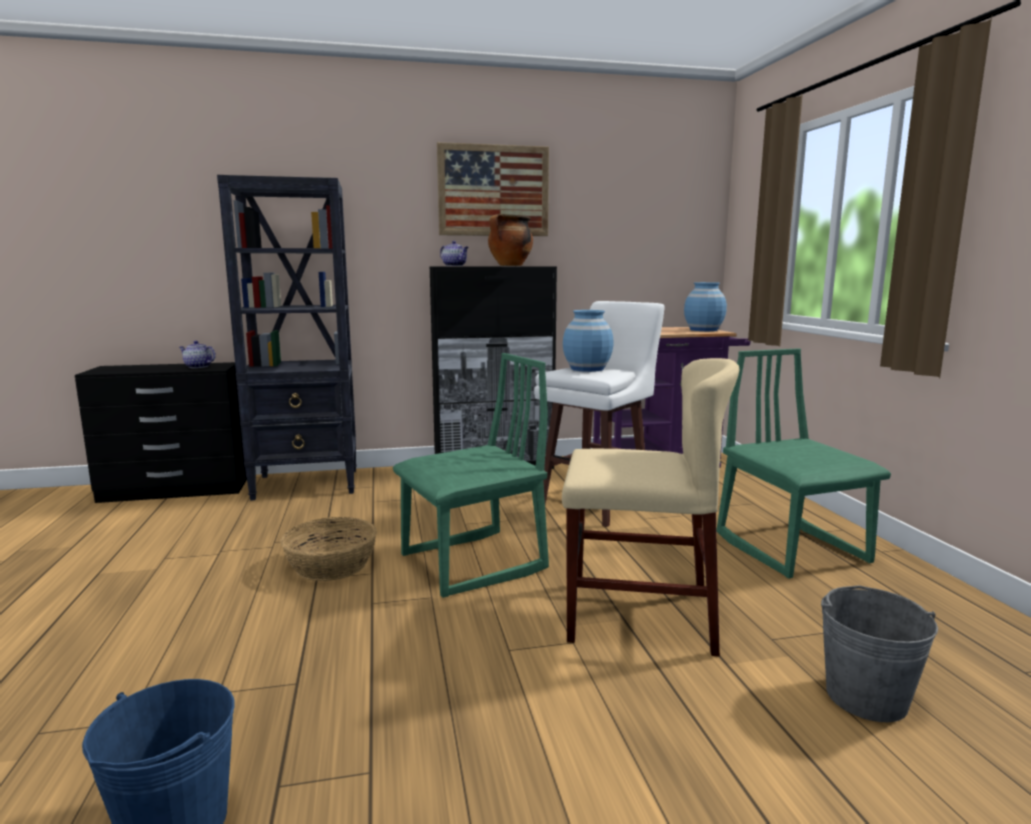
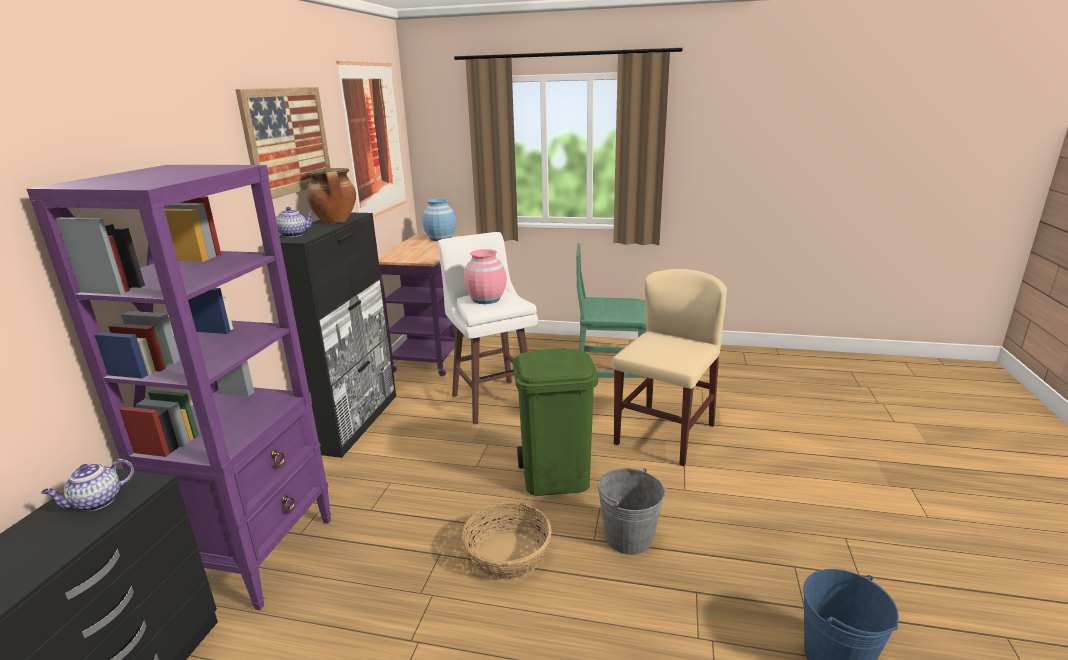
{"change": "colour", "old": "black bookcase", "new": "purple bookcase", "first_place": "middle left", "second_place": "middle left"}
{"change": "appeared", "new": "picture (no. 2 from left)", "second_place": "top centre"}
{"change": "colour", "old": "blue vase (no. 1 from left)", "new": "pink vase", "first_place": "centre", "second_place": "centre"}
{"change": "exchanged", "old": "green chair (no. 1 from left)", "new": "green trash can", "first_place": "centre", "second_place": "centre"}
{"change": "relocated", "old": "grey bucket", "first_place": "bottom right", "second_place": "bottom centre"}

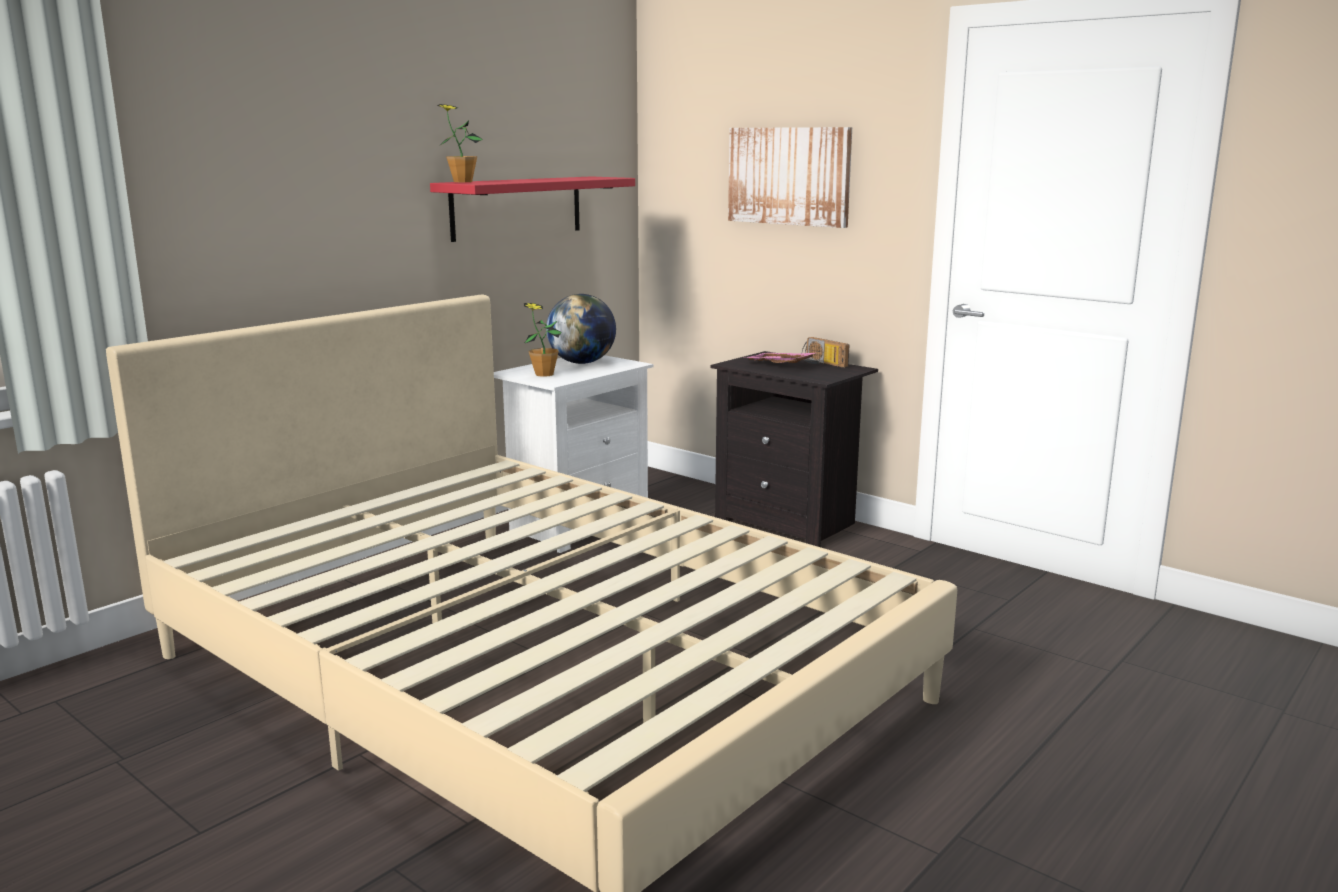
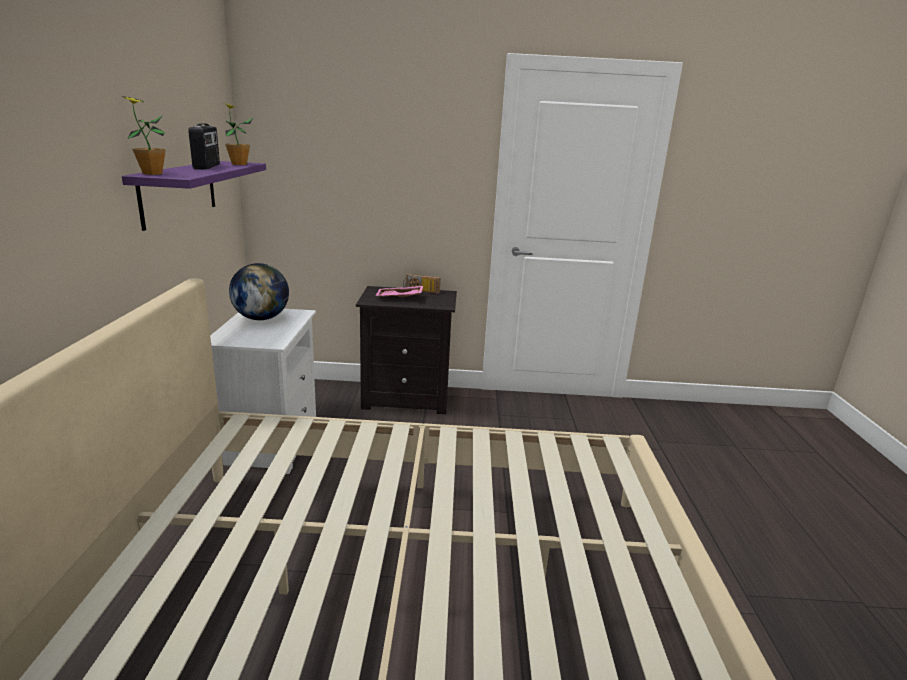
{"change": "colour", "old": "red shelf", "new": "purple shelf", "first_place": "top centre", "second_place": "top left"}
{"change": "appeared", "new": "radio (no. 1 from left)", "second_place": "top left"}
{"change": "relocated", "old": "potted plant (no. 2 from left)", "first_place": "centre", "second_place": "top left"}
{"change": "missing", "old": "picture", "first_place": "top centre"}

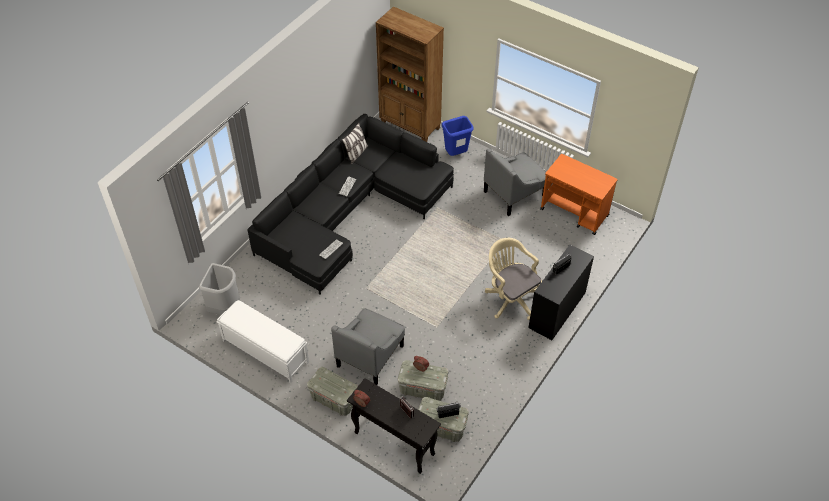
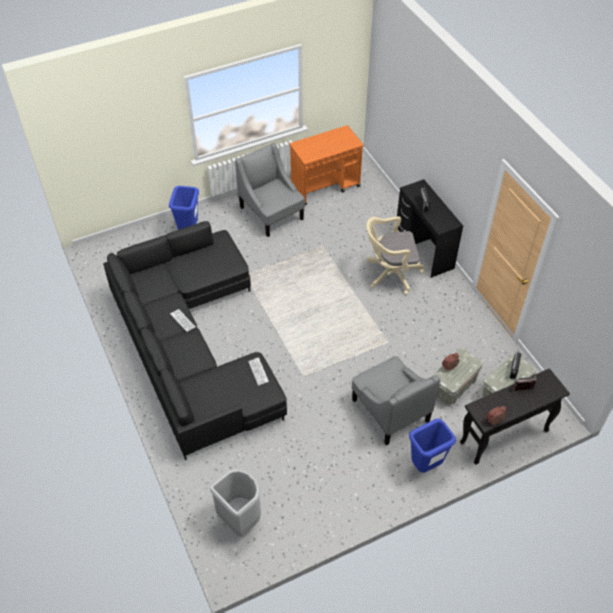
{"change": "spun", "old": "grey armchair (no. 2 from left in the first image)", "first_place": "centre", "second_place": "top centre", "degrees": 150}
{"change": "exchanged", "old": "grey storage box (no. 1 from left)", "new": "blue trash can (no. 2 from left)", "first_place": "bottom centre", "second_place": "bottom right"}
{"change": "missing", "old": "white bench", "first_place": "bottom left"}
{"change": "missing", "old": "pillow", "first_place": "top centre"}
{"change": "missing", "old": "brown bookcase", "first_place": "top centre"}

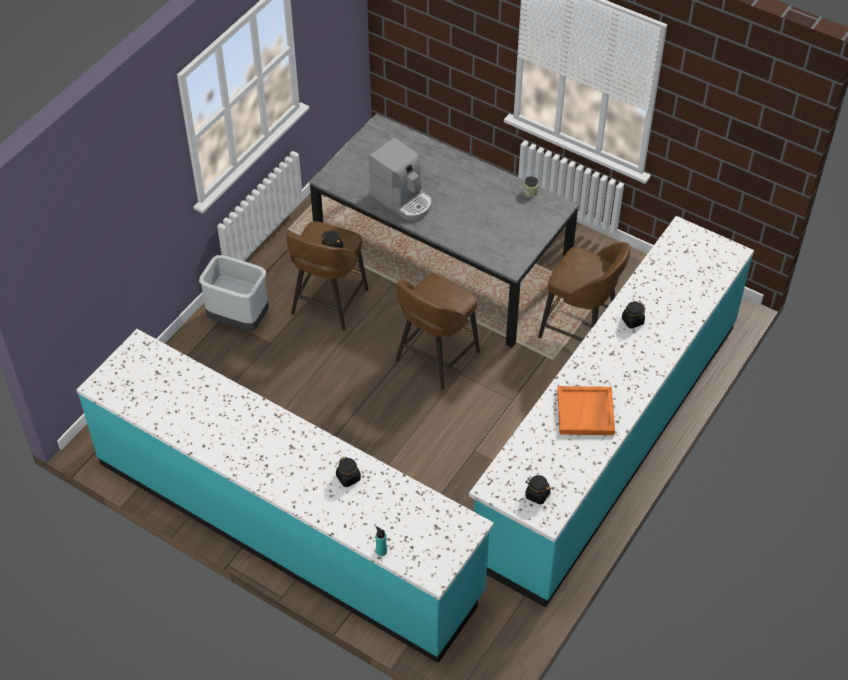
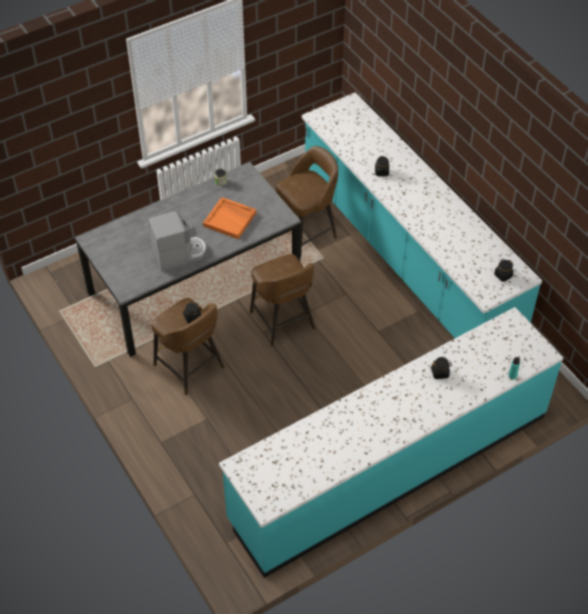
{"change": "relocated", "old": "orange tray", "first_place": "middle right", "second_place": "centre"}
{"change": "missing", "old": "grey trash can", "first_place": "middle left"}

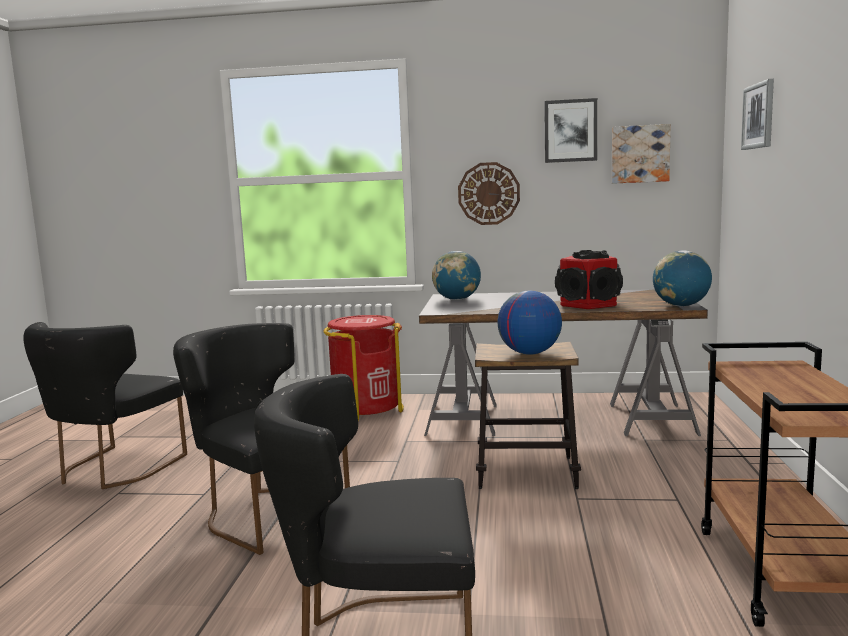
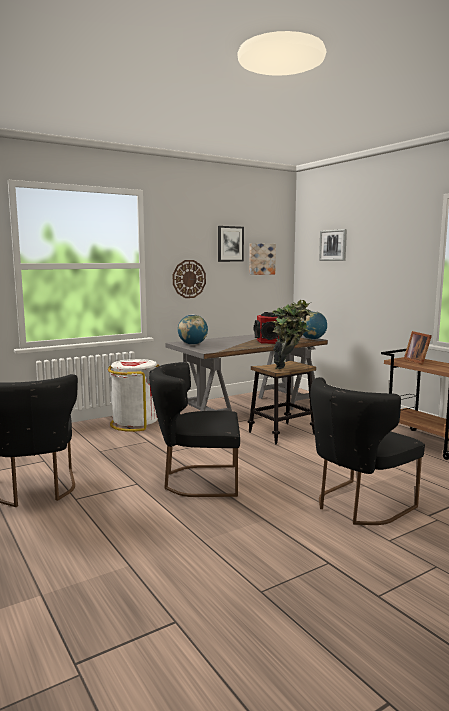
{"change": "colour", "old": "red trash can", "new": "white trash can", "first_place": "centre", "second_place": "middle left"}
{"change": "exchanged", "old": "globe (no. 2 from left)", "new": "potted plant", "first_place": "centre", "second_place": "centre"}
{"change": "appeared", "new": "picture frame", "second_place": "middle right"}

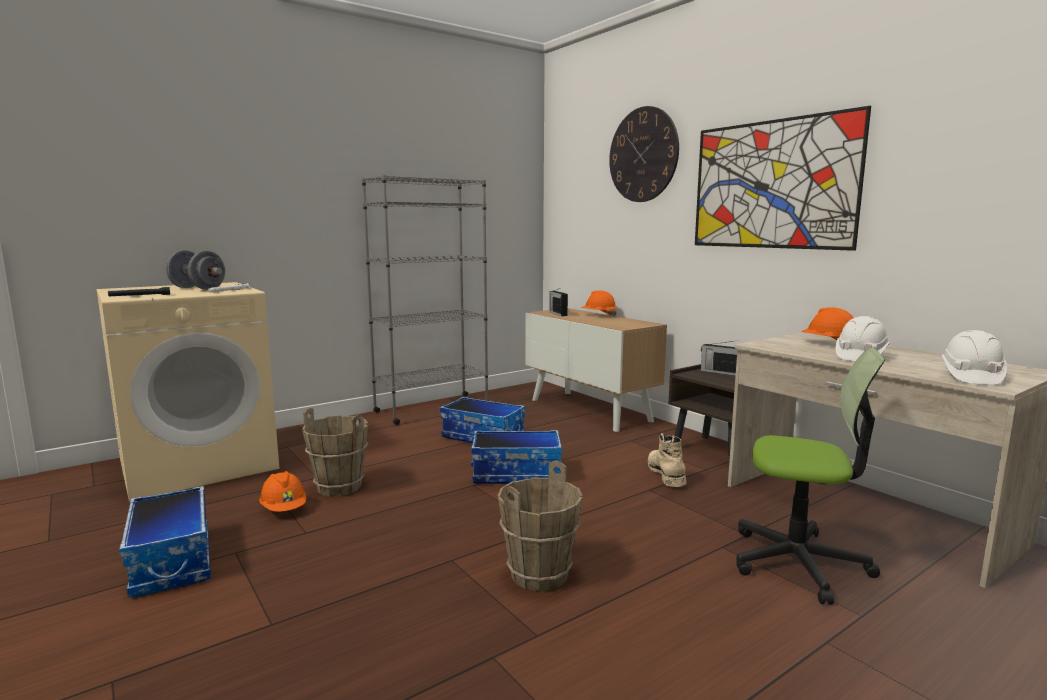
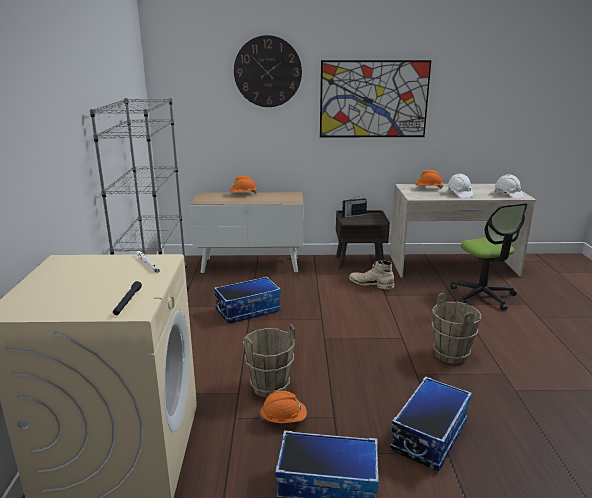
{"change": "relocated", "old": "storage box (no. 3 from left)", "first_place": "centre", "second_place": "bottom right"}
{"change": "spun", "old": "office chair", "first_place": "bottom right", "second_place": "middle right", "degrees": 105}
{"change": "missing", "old": "grey dumbbell", "first_place": "middle left"}
{"change": "missing", "old": "radio (no. 1 from left)", "first_place": "centre"}

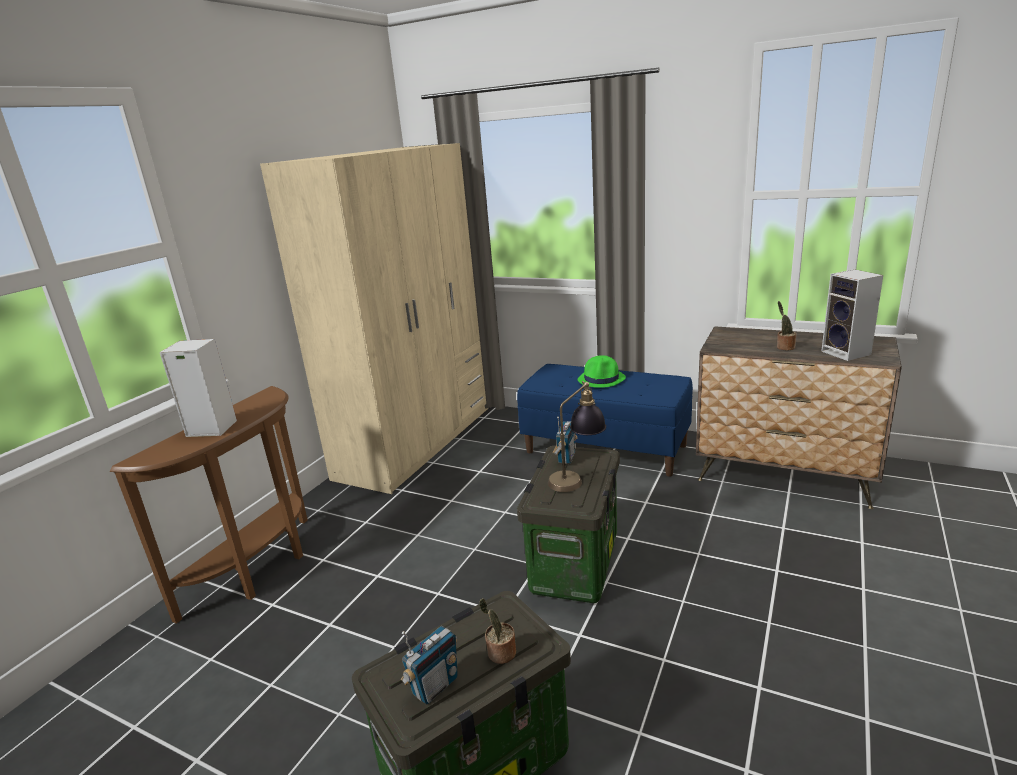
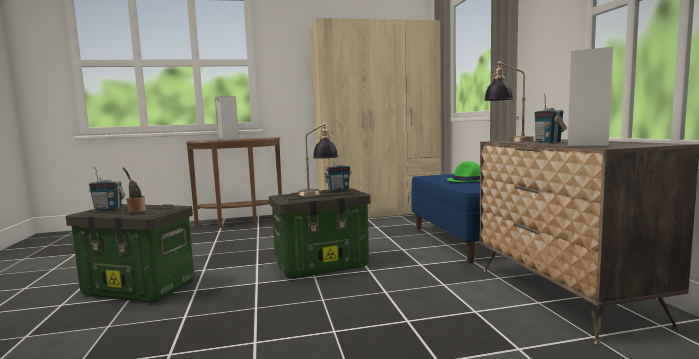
{"change": "appeared", "new": "table lamp (no. 2 from left)", "second_place": "top right"}
{"change": "exchanged", "old": "potted plant (no. 2 from left)", "new": "radio (no. 3 from left)", "first_place": "middle right", "second_place": "top right"}

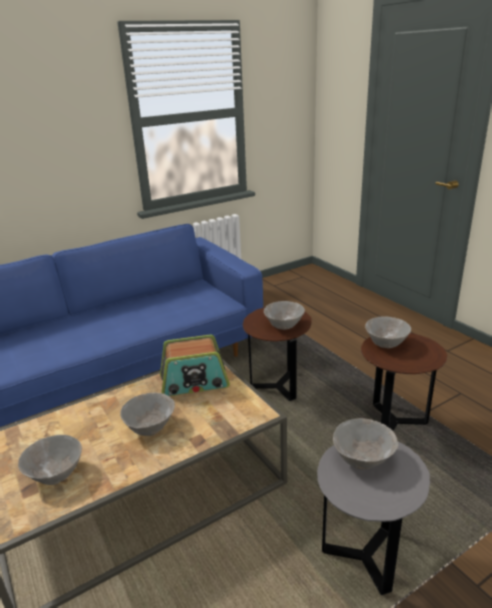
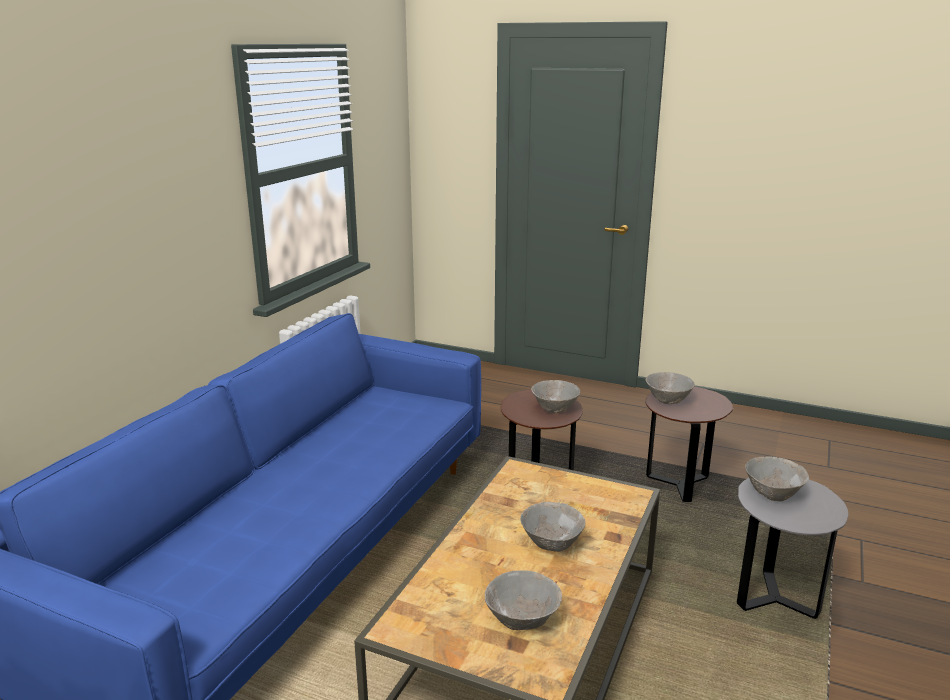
{"change": "missing", "old": "radio", "first_place": "centre"}

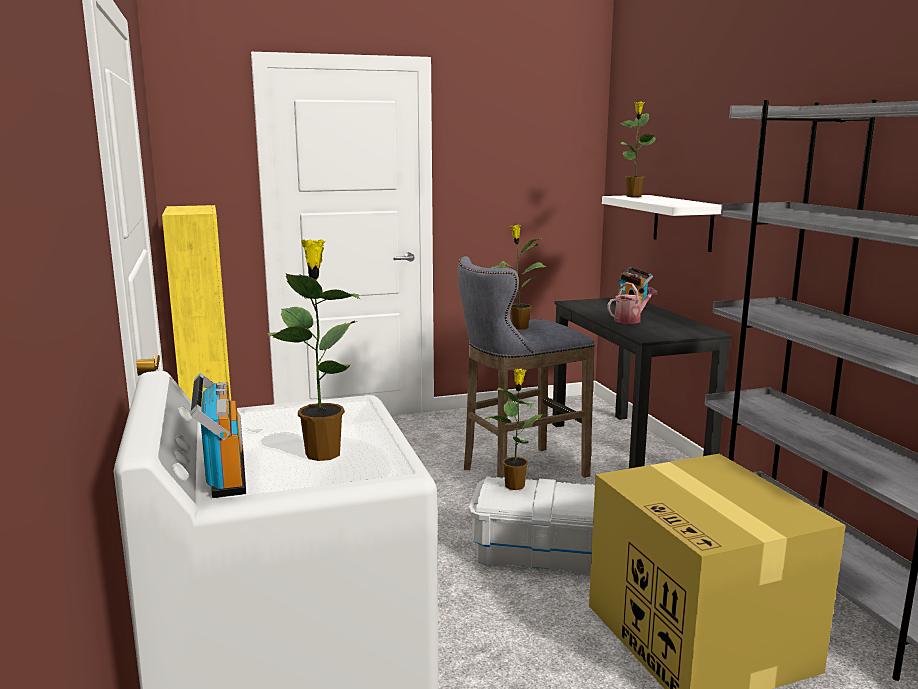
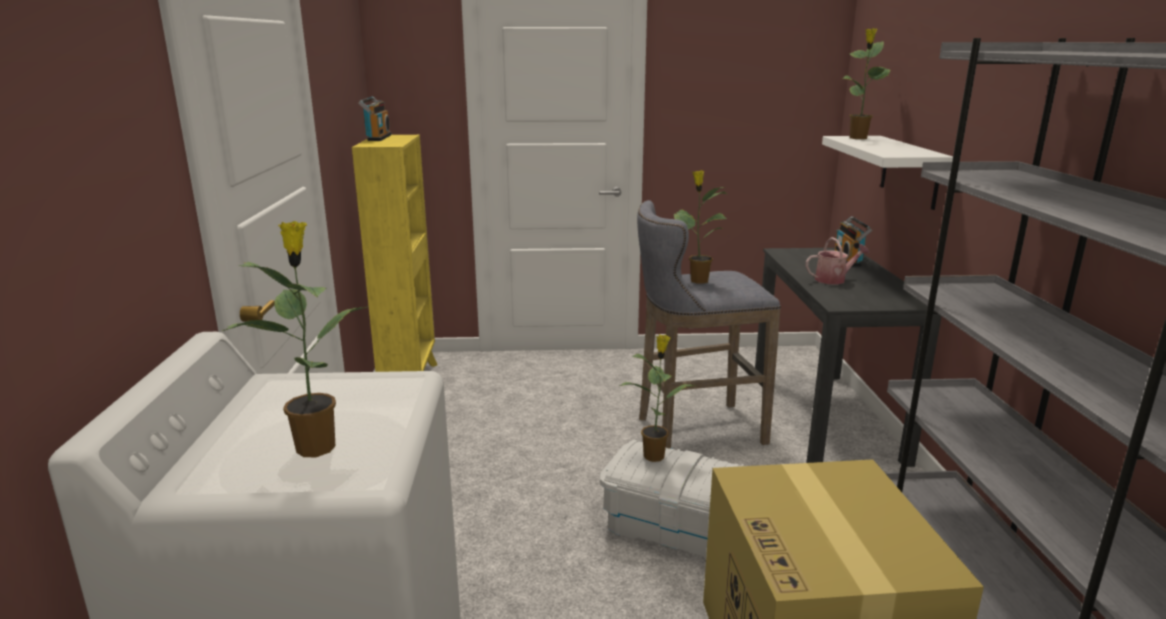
{"change": "relocated", "old": "radio (no. 1 from left)", "first_place": "middle left", "second_place": "top left"}

